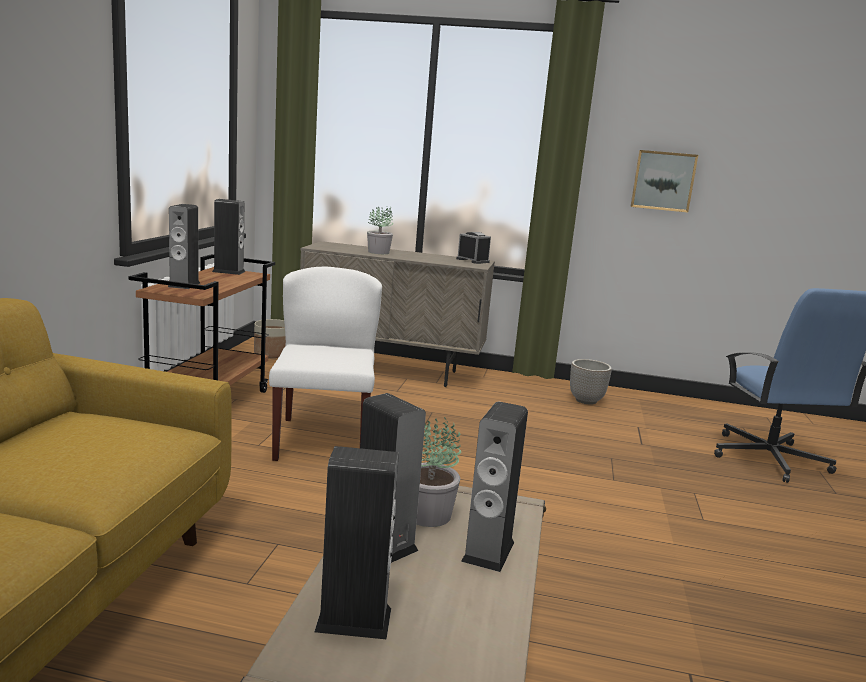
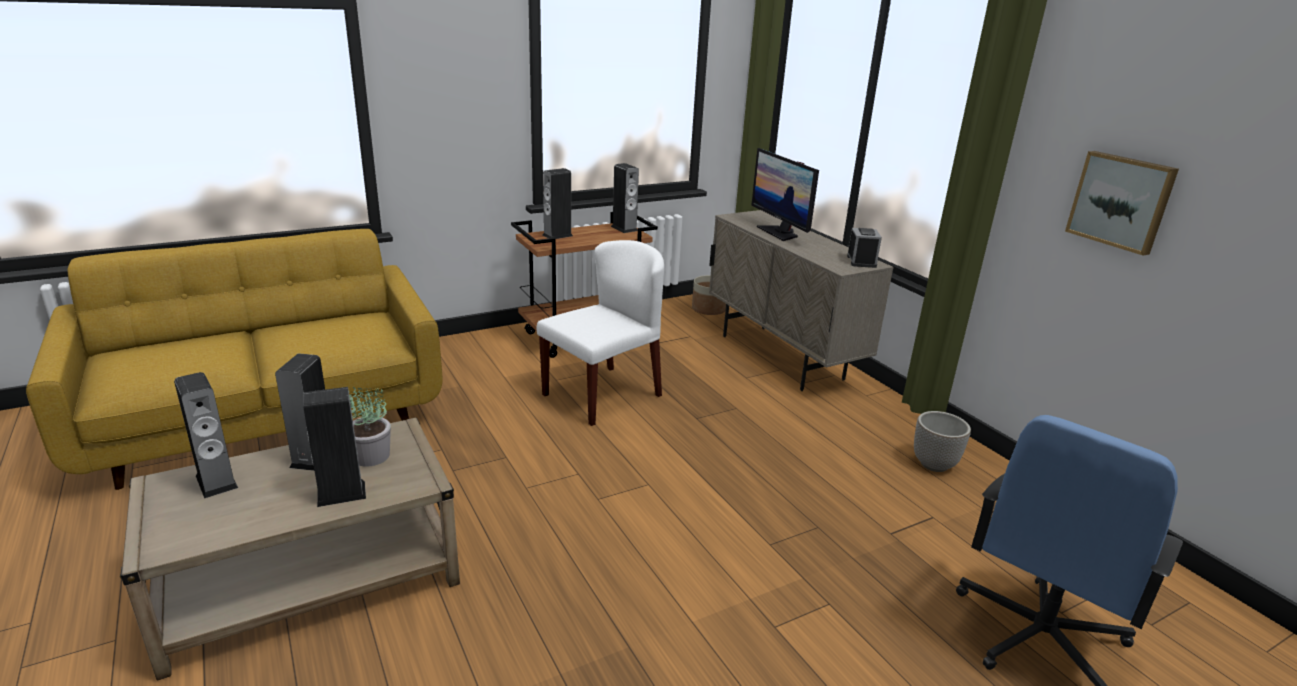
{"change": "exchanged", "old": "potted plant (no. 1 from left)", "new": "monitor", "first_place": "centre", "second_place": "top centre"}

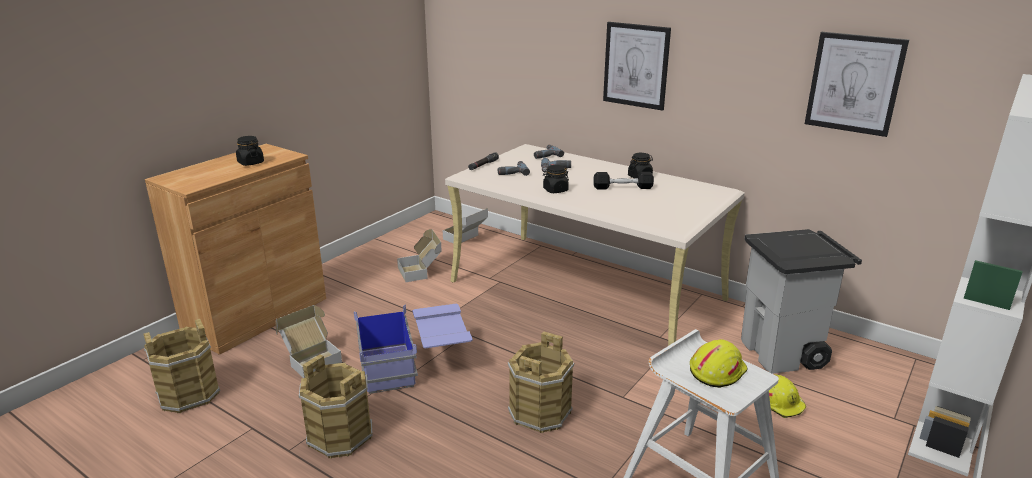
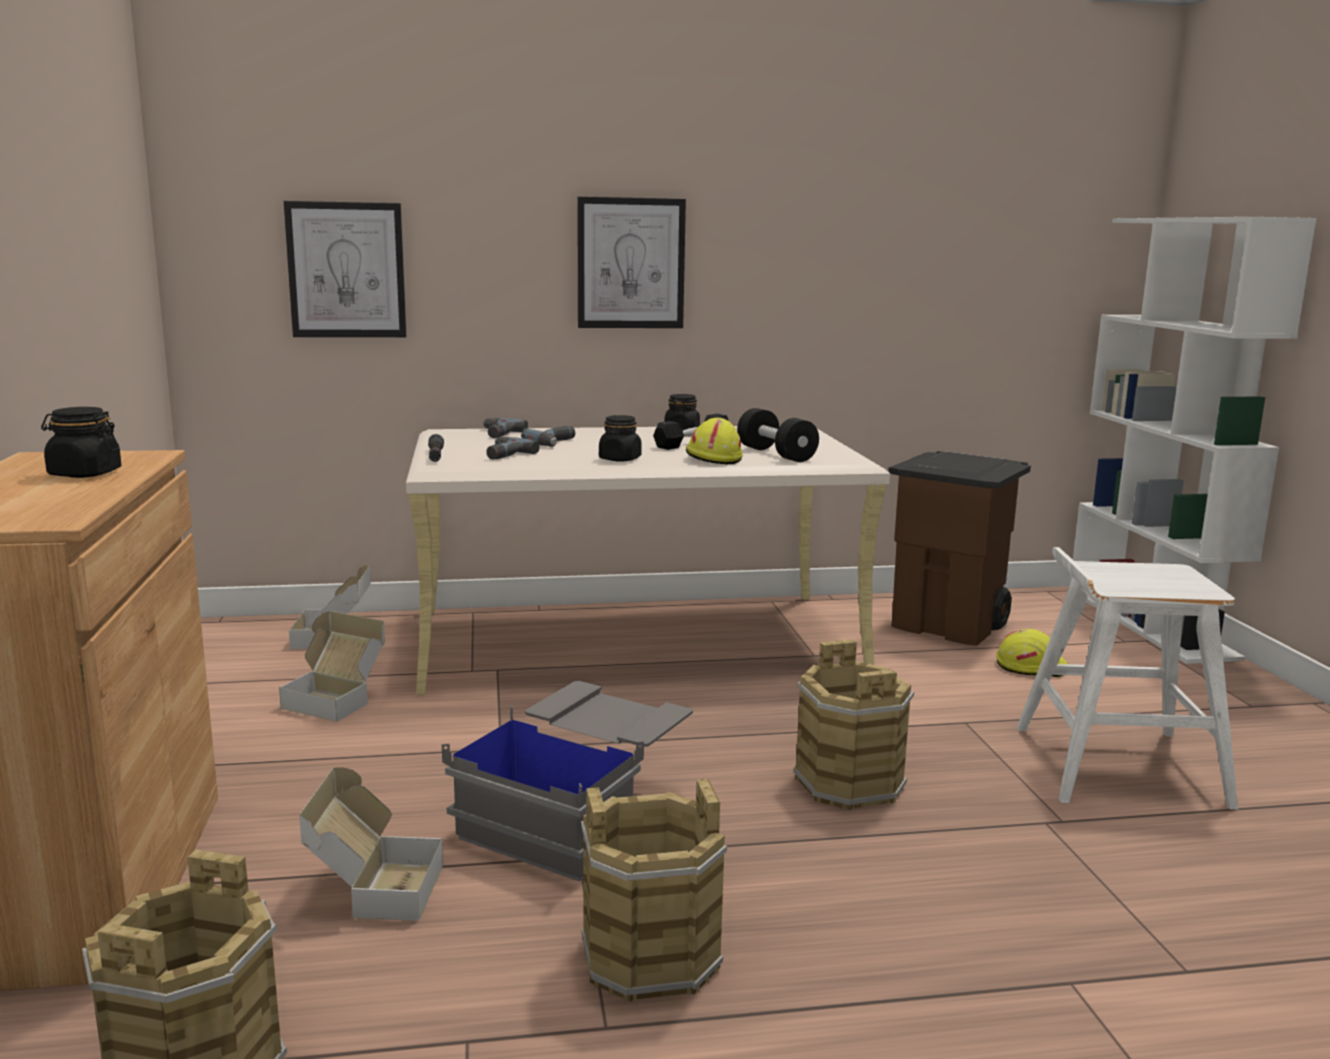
{"change": "relocated", "old": "picture (no. 2 from left in the first image)", "new": "picture (no. 1 from left)", "first_place": "top right", "second_place": "top left"}
{"change": "colour", "old": "blue storage box", "new": "grey storage box", "first_place": "bottom centre", "second_place": "bottom centre"}
{"change": "relocated", "old": "yellow hard hat (no. 1 from left)", "first_place": "bottom right", "second_place": "centre"}
{"change": "appeared", "new": "black dumbbell (no. 2 from left)", "second_place": "centre"}
{"change": "colour", "old": "grey trash can", "new": "brown trash can", "first_place": "middle right", "second_place": "middle right"}

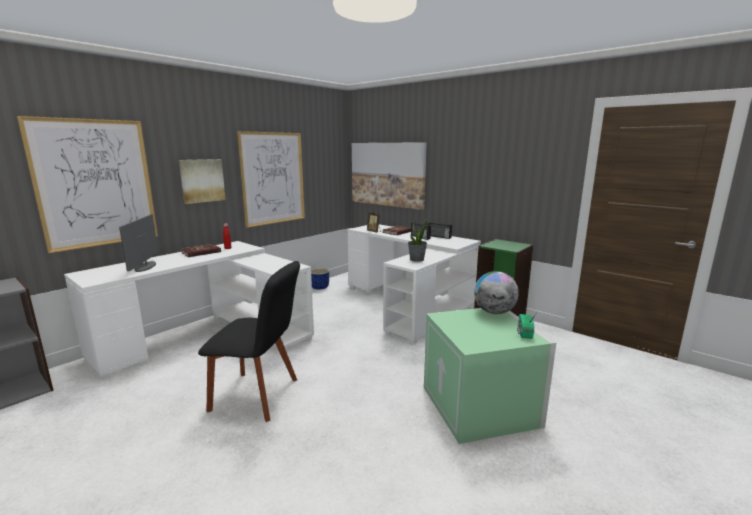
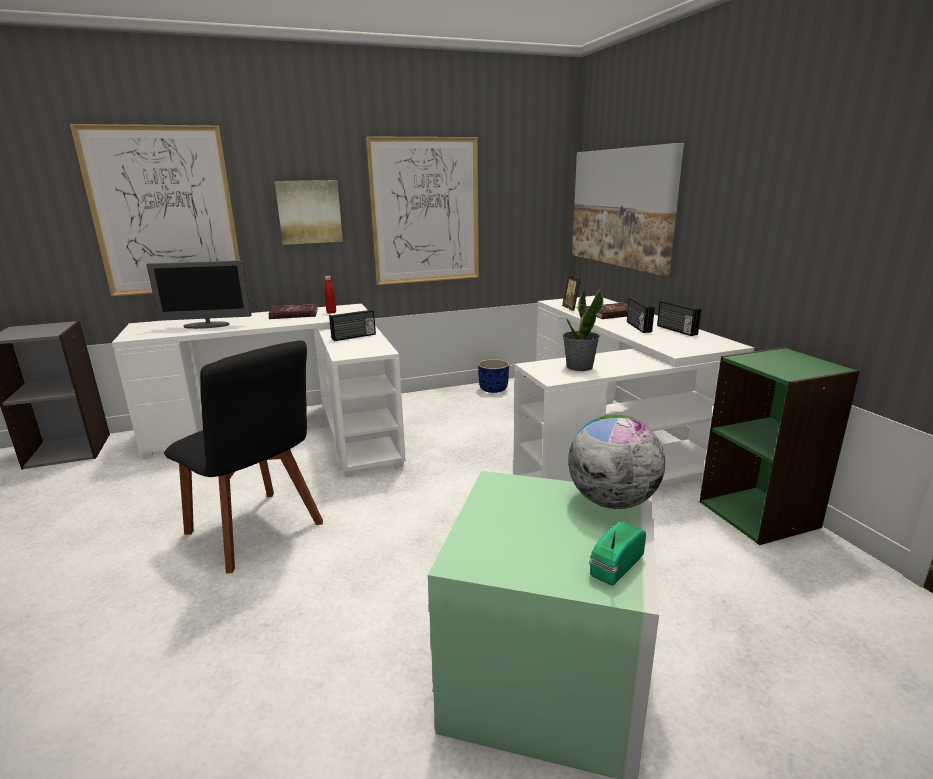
{"change": "spun", "old": "monitor", "first_place": "middle left", "second_place": "middle left", "degrees": -120}
{"change": "appeared", "new": "radio (no. 1 from left)", "second_place": "centre"}

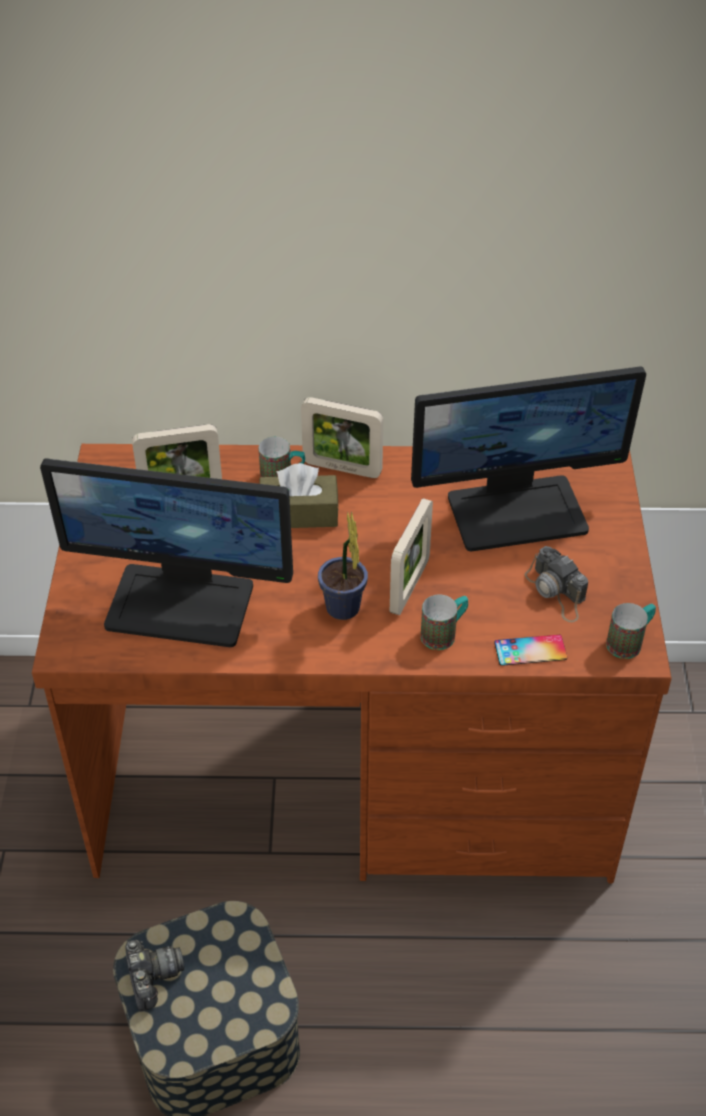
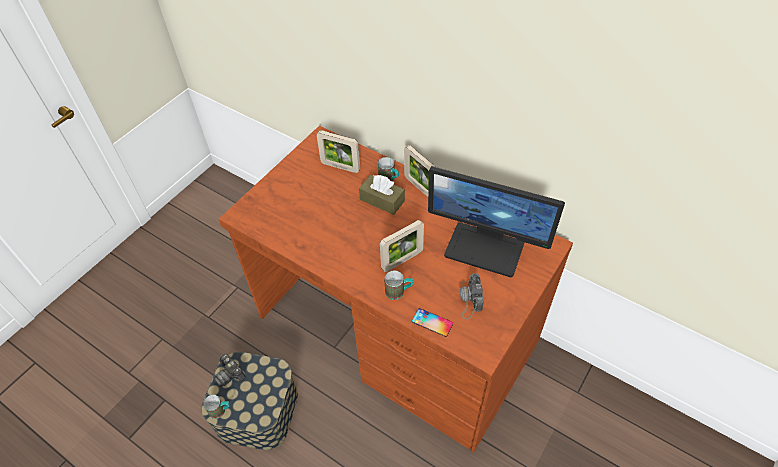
{"change": "relocated", "old": "mug (no. 3 from left in the first image)", "new": "mug (no. 1 from left)", "first_place": "middle right", "second_place": "bottom left"}
{"change": "spun", "old": "photo camera (no. 1 from left)", "first_place": "bottom left", "second_place": "bottom left", "degrees": 120}
{"change": "missing", "old": "monitor (no. 1 from left)", "first_place": "middle left"}
{"change": "missing", "old": "potted plant", "first_place": "centre"}

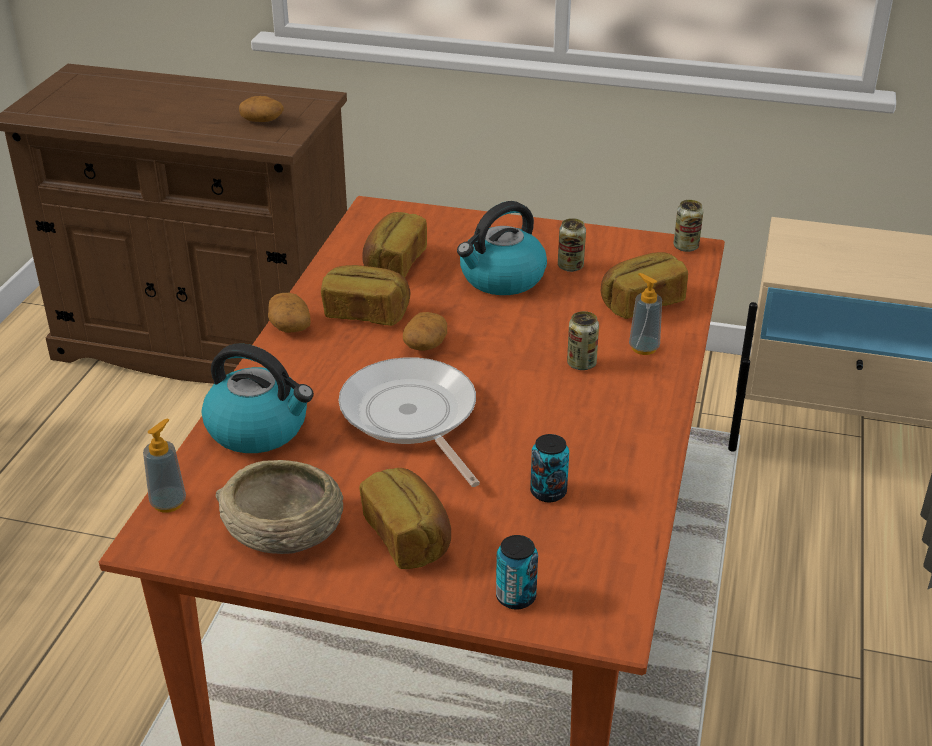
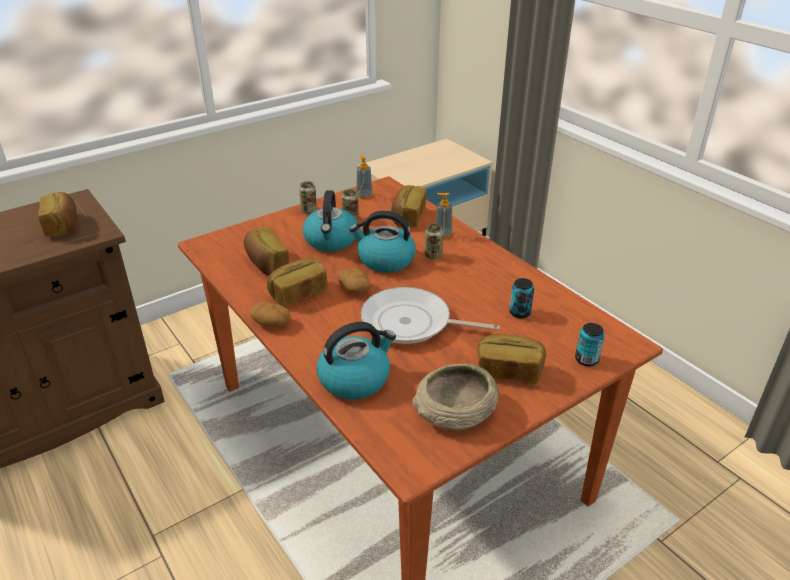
{"change": "exchanged", "old": "potato (no. 1 from left)", "new": "bread (no. 1 from left)", "first_place": "top left", "second_place": "middle left"}
{"change": "relocated", "old": "can (no. 5 from left in the first image)", "new": "can (no. 1 from left)", "first_place": "top right", "second_place": "centre"}
{"change": "appeared", "new": "kettle (no. 3 from left)", "second_place": "centre"}
{"change": "relocated", "old": "soap dispenser (no. 1 from left)", "first_place": "middle left", "second_place": "top centre"}

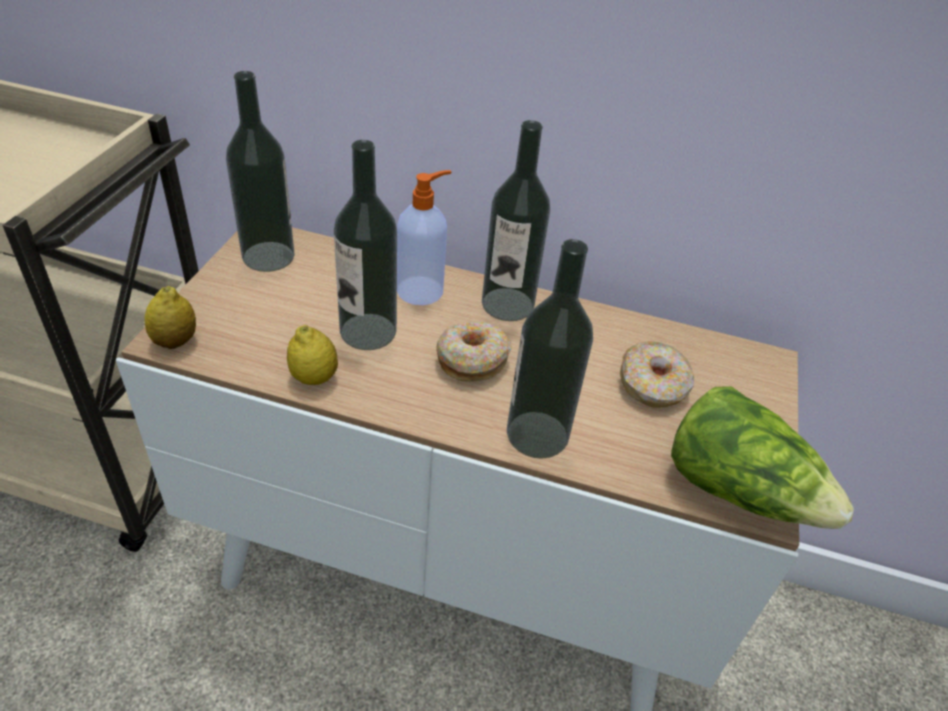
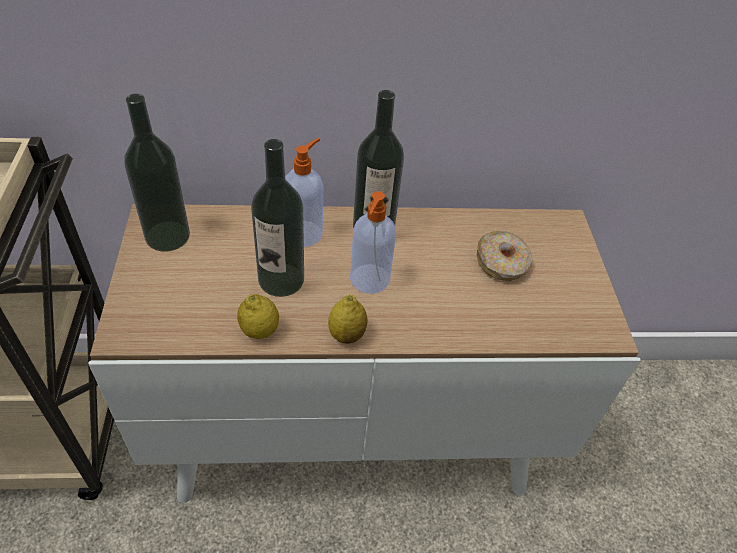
{"change": "relocated", "old": "lemon (no. 1 from left in the first image)", "new": "lemon (no. 2 from left)", "first_place": "middle left", "second_place": "centre"}
{"change": "exchanged", "old": "donut (no. 1 from left)", "new": "soap dispenser (no. 2 from left)", "first_place": "centre", "second_place": "centre"}
{"change": "missing", "old": "bottle (no. 4 from left)", "first_place": "centre"}
{"change": "missing", "old": "lettuce", "first_place": "middle right"}

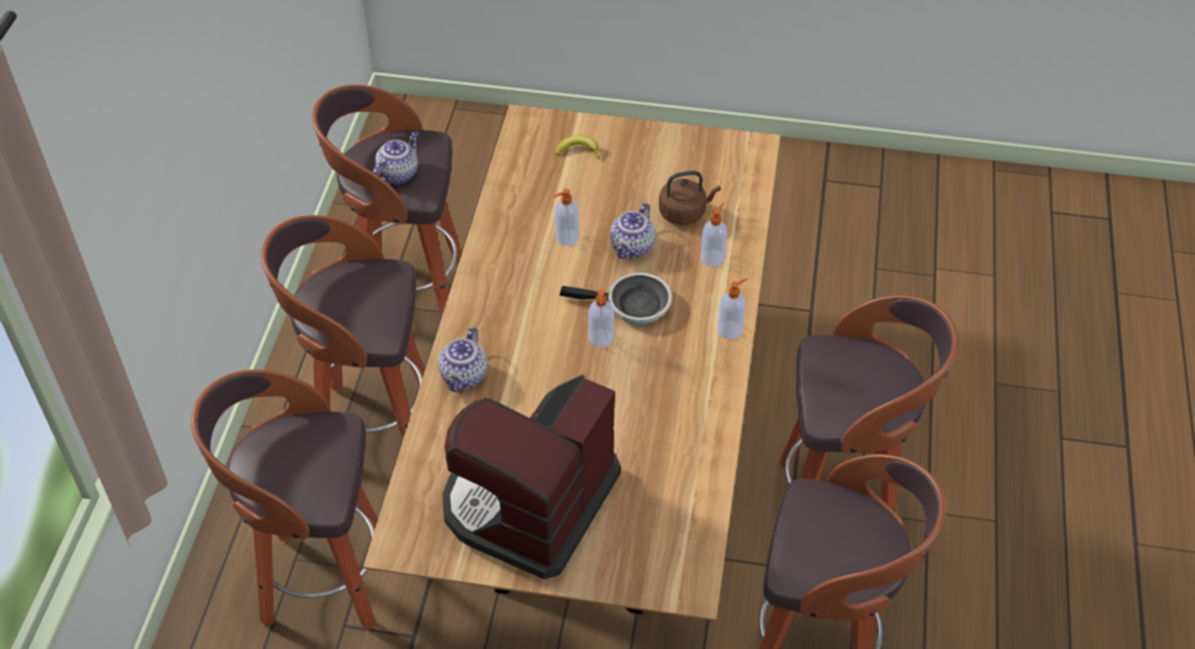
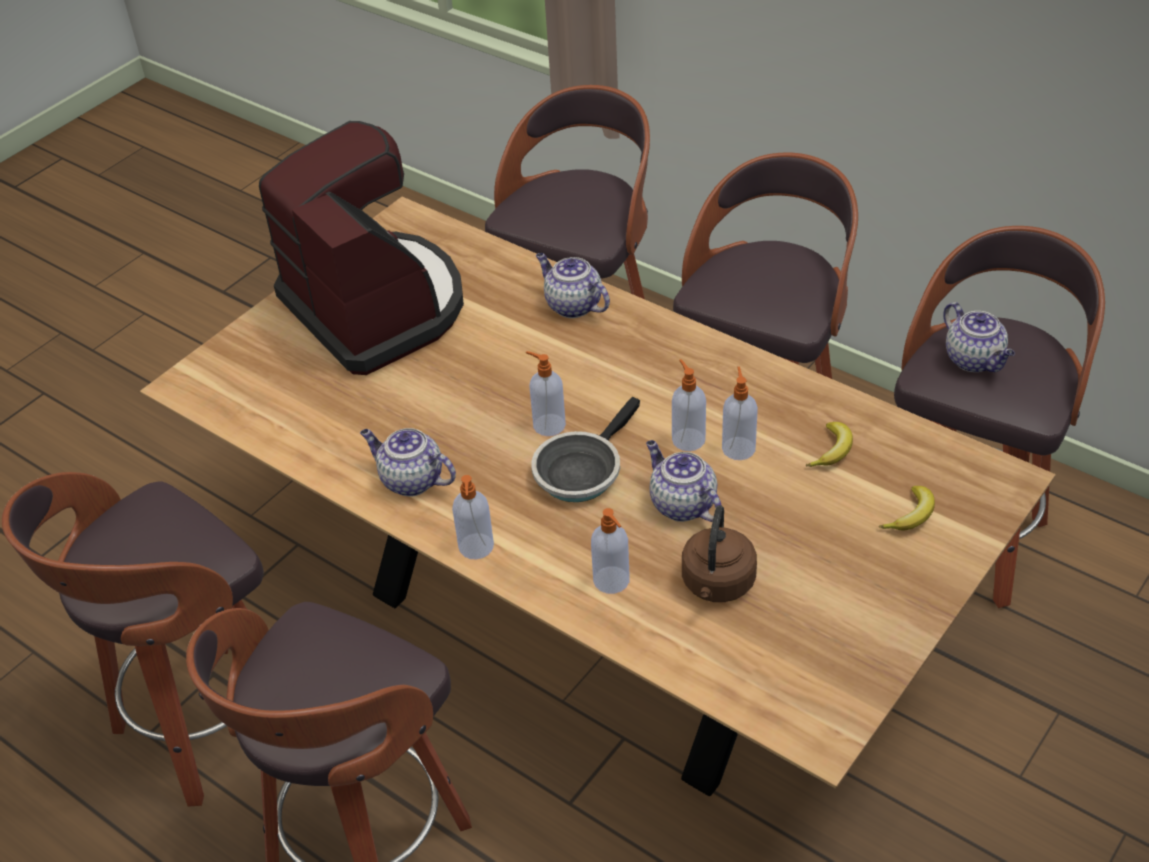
{"change": "appeared", "new": "teapot (no. 1 from left)", "second_place": "centre"}
{"change": "appeared", "new": "soap dispenser (no. 4 from left)", "second_place": "centre"}
{"change": "appeared", "new": "banana (no. 1 from left)", "second_place": "middle right"}

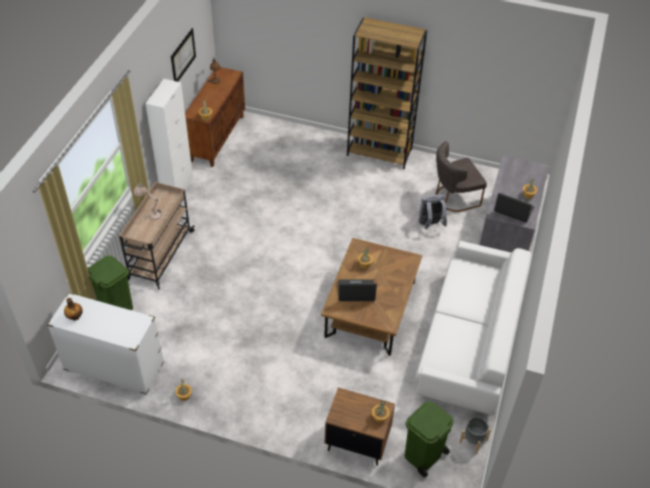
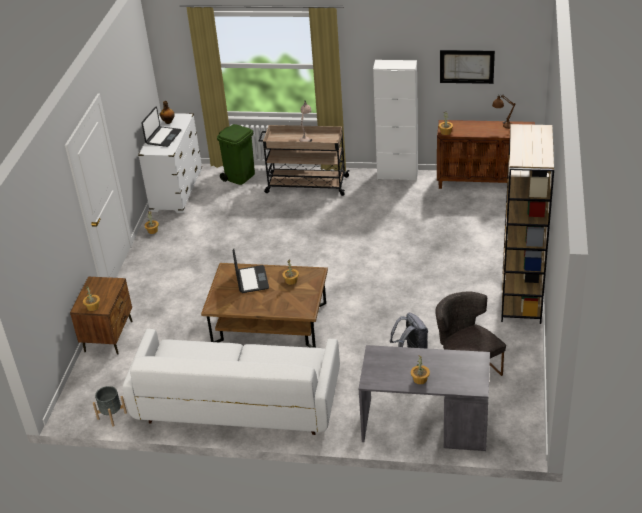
{"change": "relocated", "old": "laptop (no. 2 from left in the first image)", "new": "laptop (no. 1 from left)", "first_place": "middle right", "second_place": "top left"}
{"change": "missing", "old": "green trash can (no. 2 from left)", "first_place": "bottom centre"}

